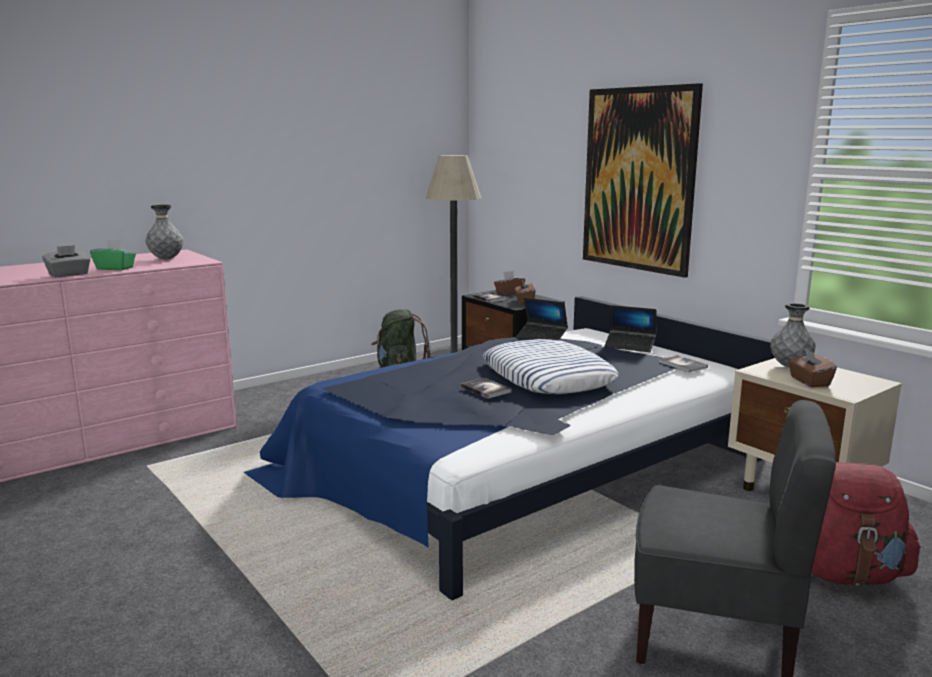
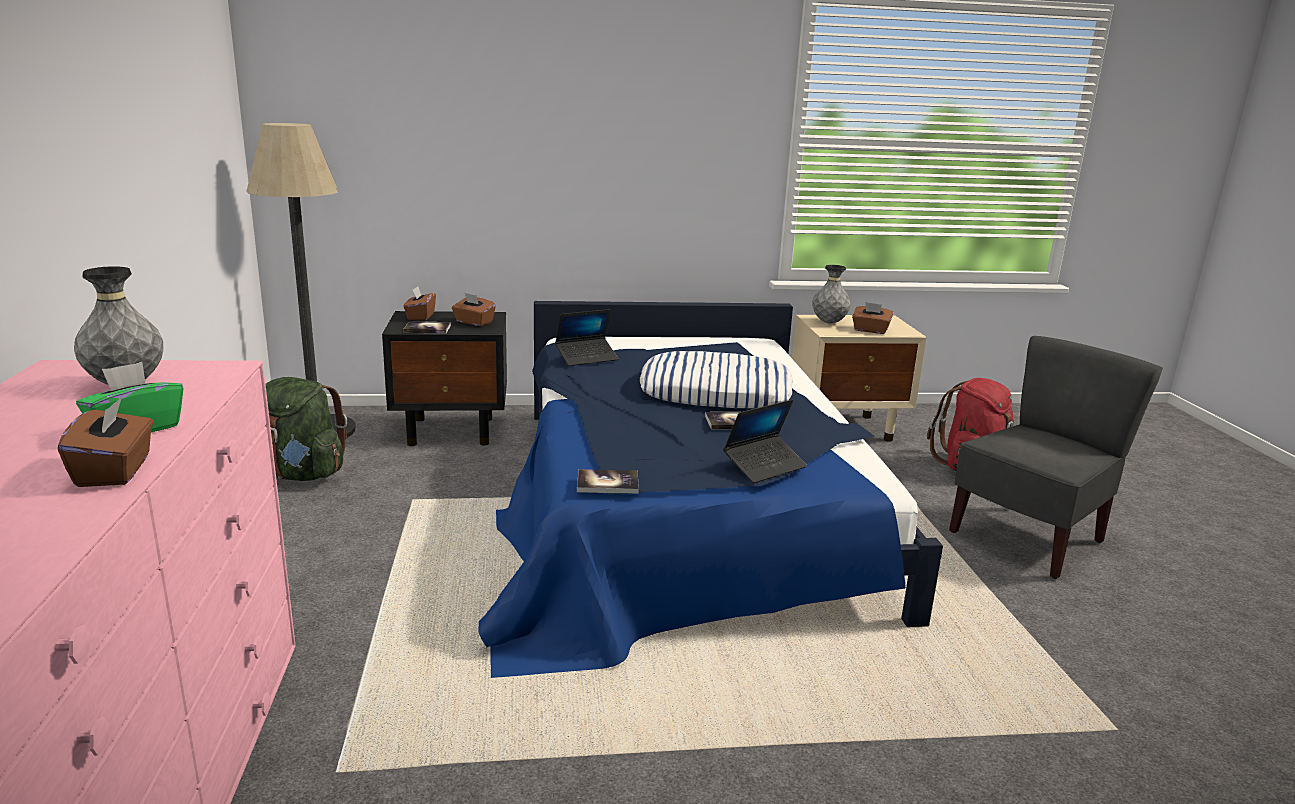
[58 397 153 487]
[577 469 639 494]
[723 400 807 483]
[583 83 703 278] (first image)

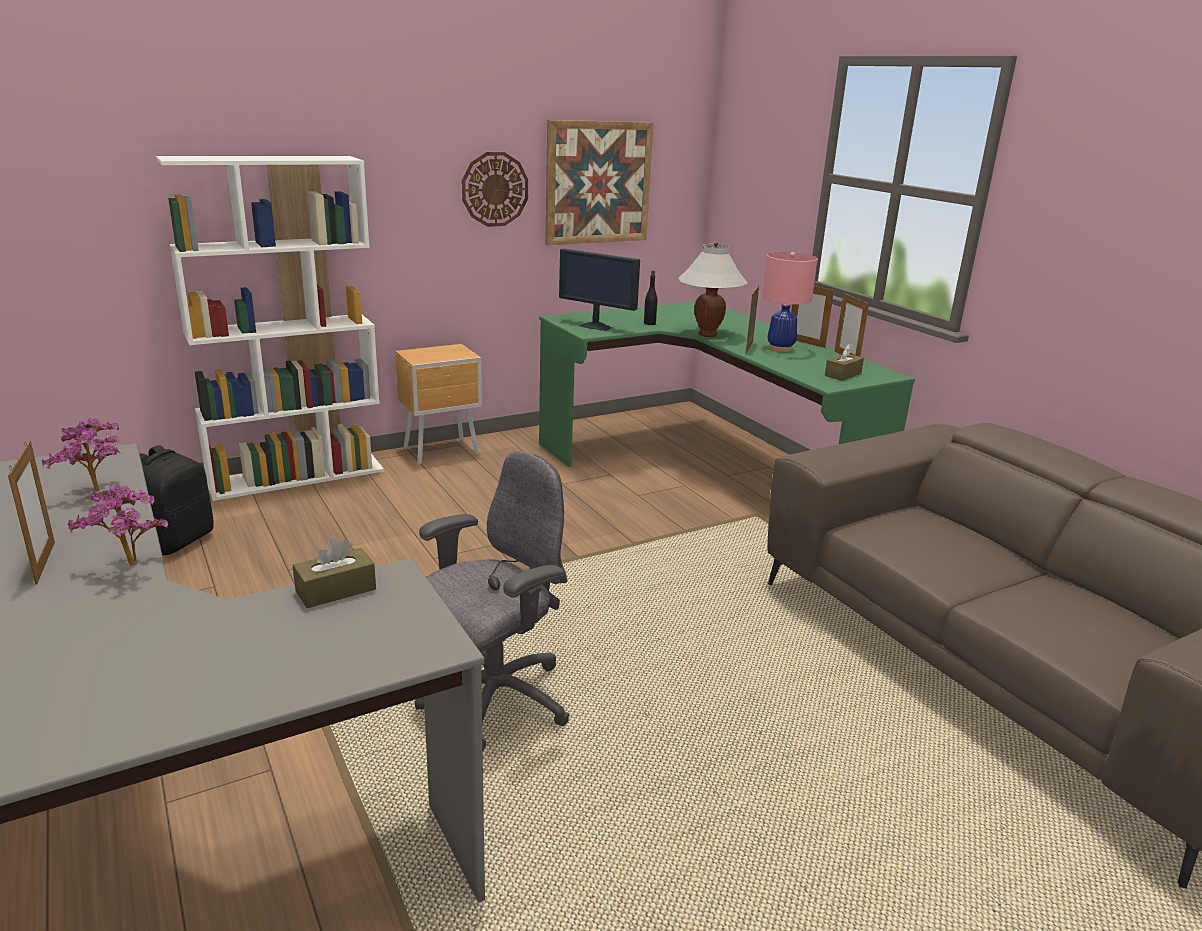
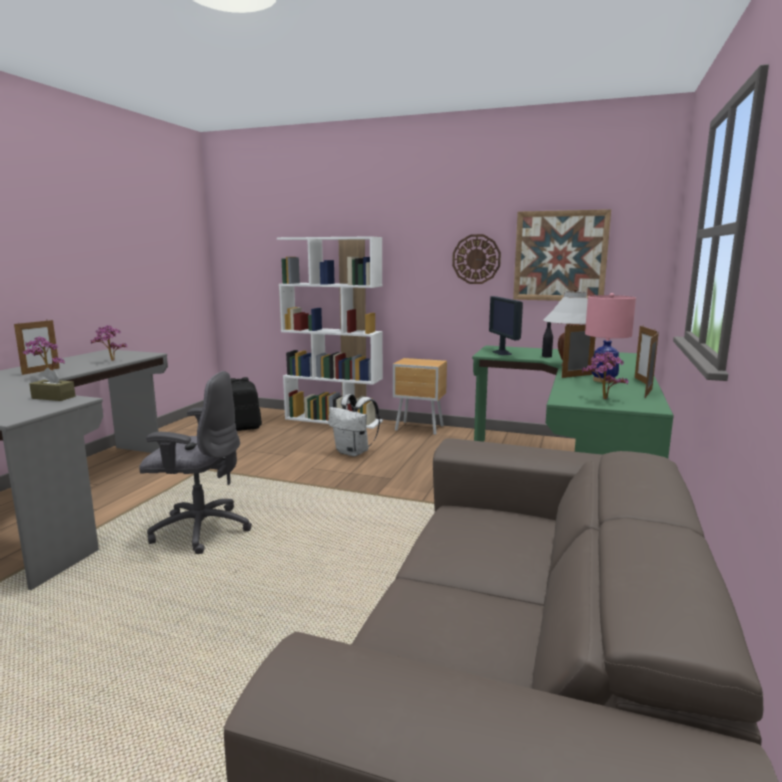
[328 394 380 457]
[582 351 628 399]

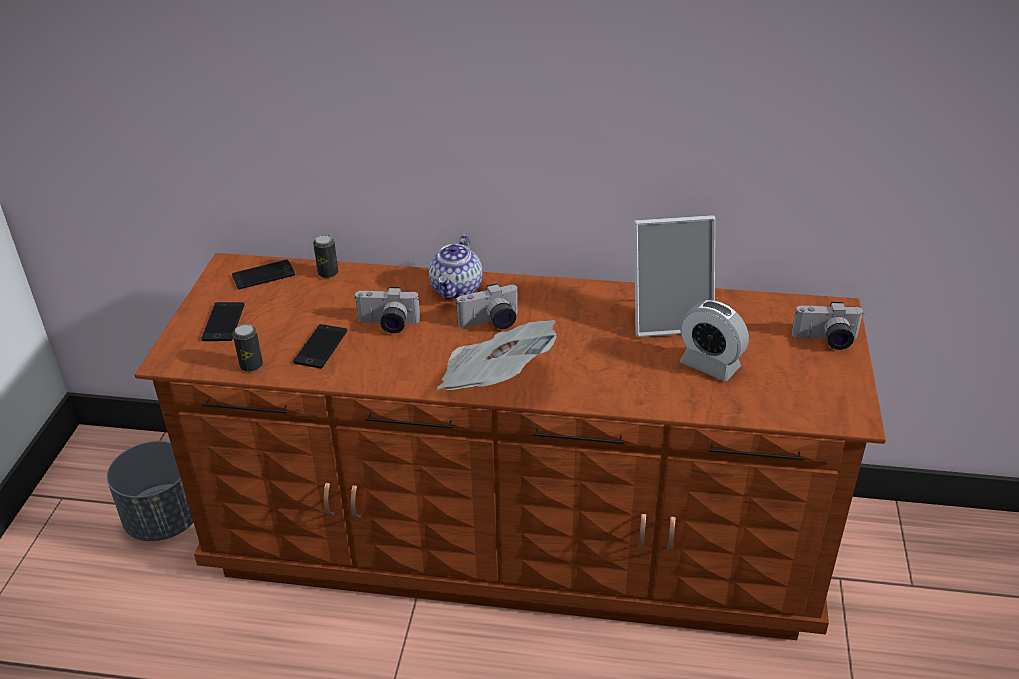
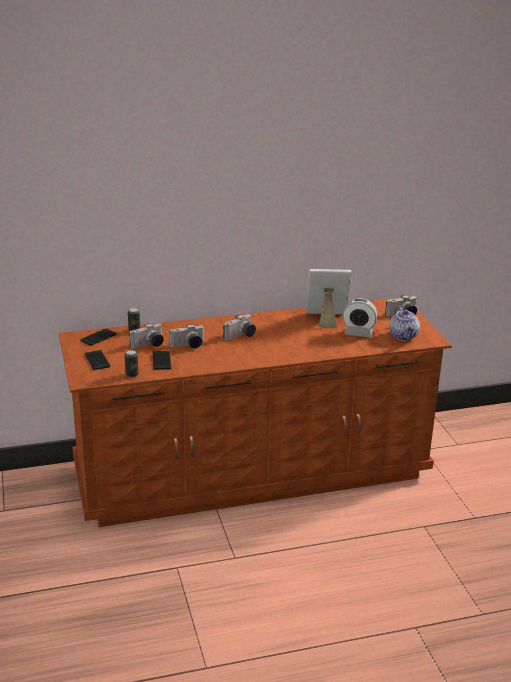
[129 323 164 349]
[306 269 351 327]
[389 306 420 341]
[107 441 194 541] (first image)
[437 320 557 390] (first image)

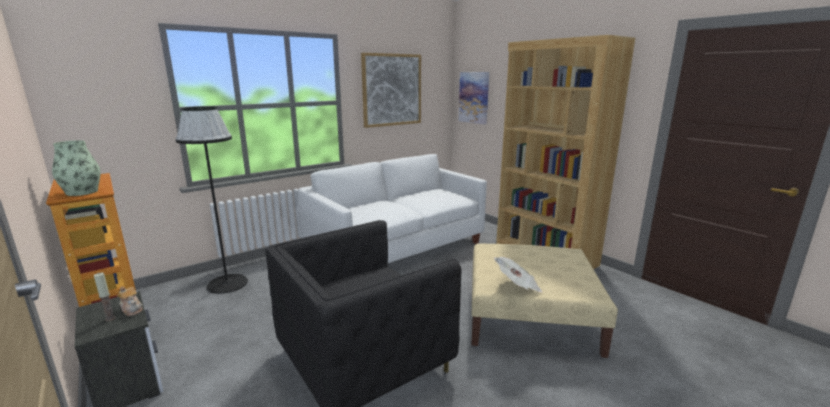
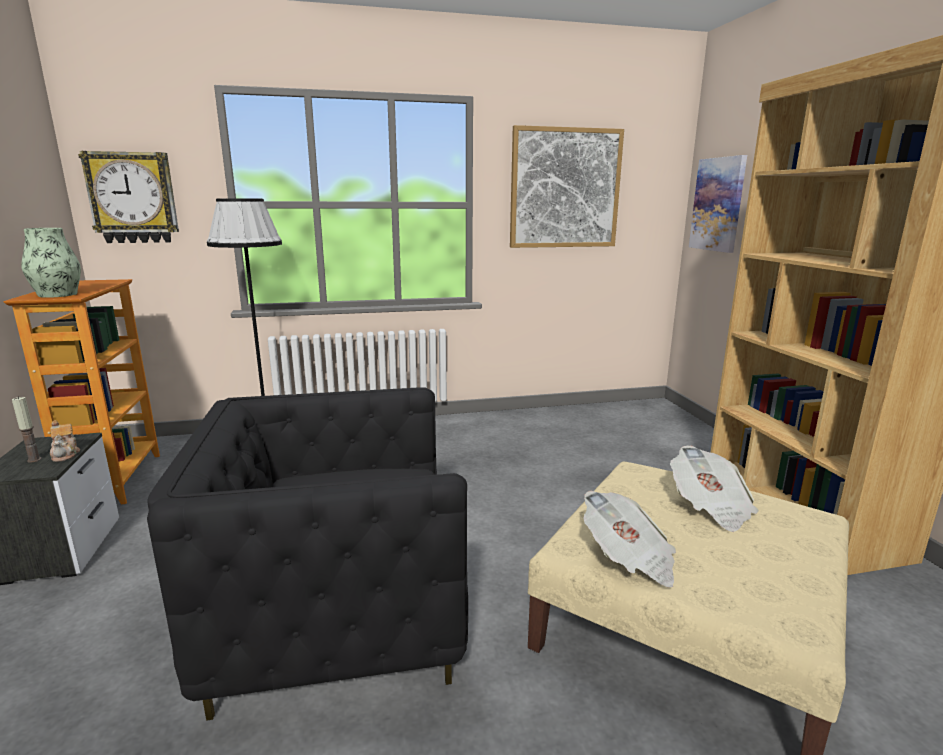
[78 151 179 243]
[670 445 759 532]
[298 154 487 263] (first image)

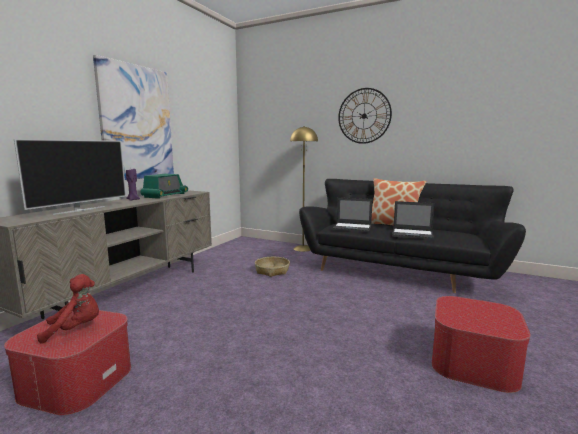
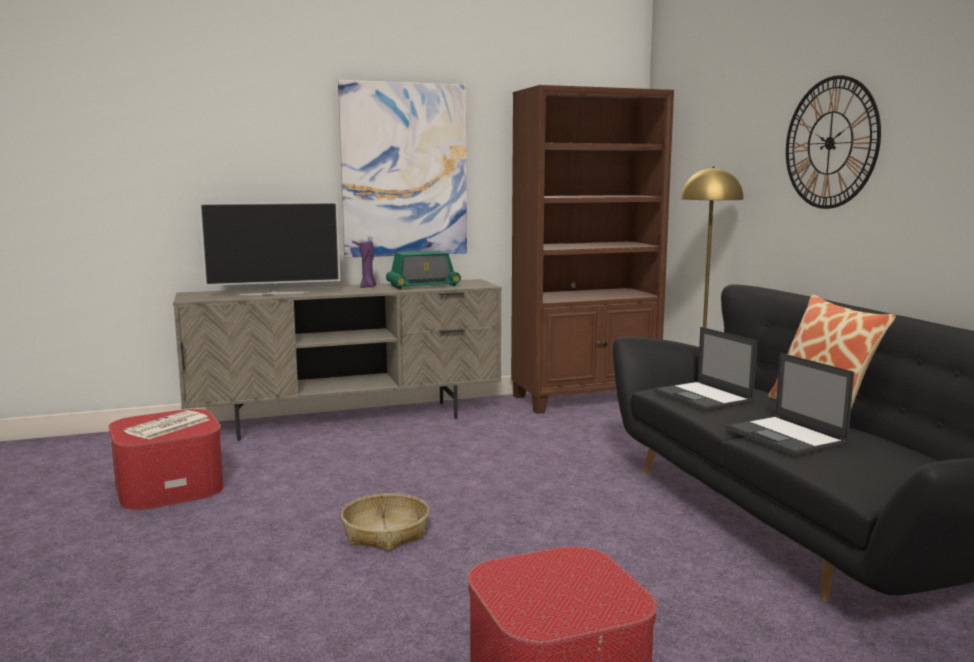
[124 410 209 440]
[341 493 429 551]
[511 85 674 414]

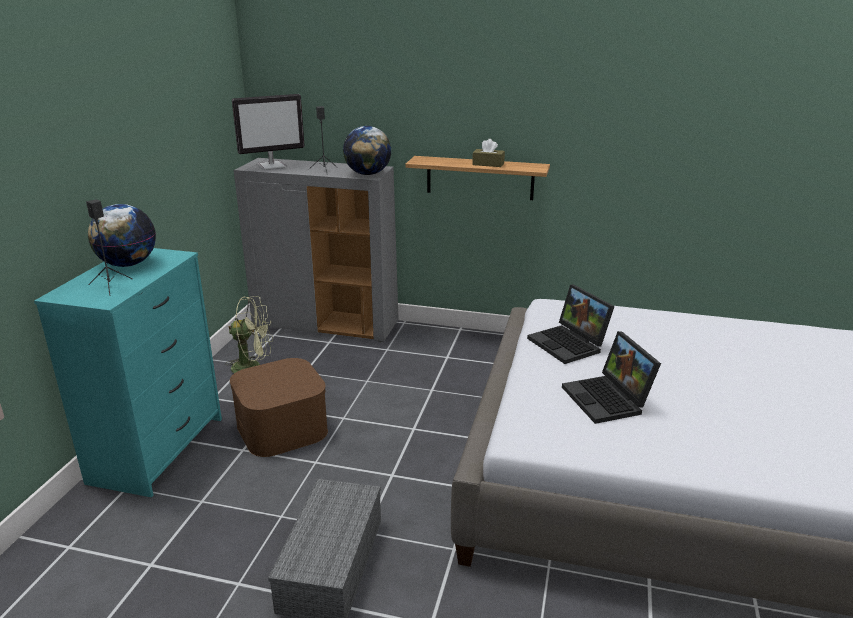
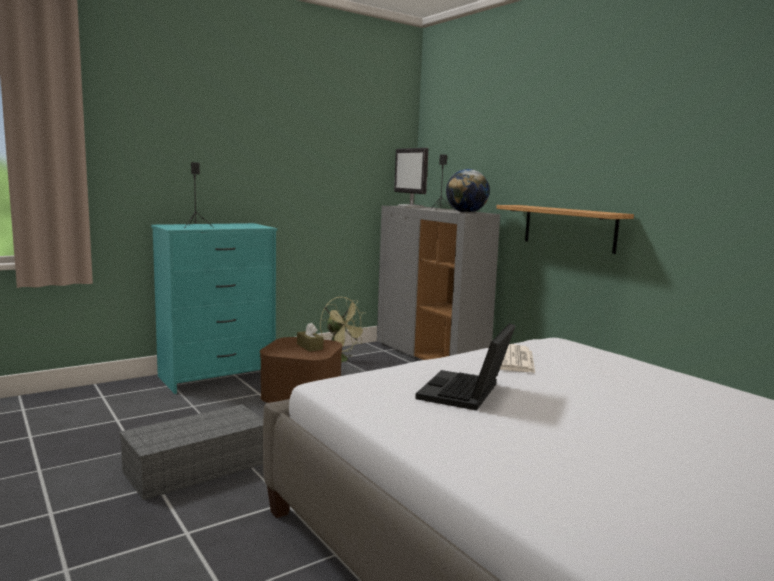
[297 323 323 352]
[394 148 428 207]
[500 344 535 373]
[88 204 156 267] (first image)

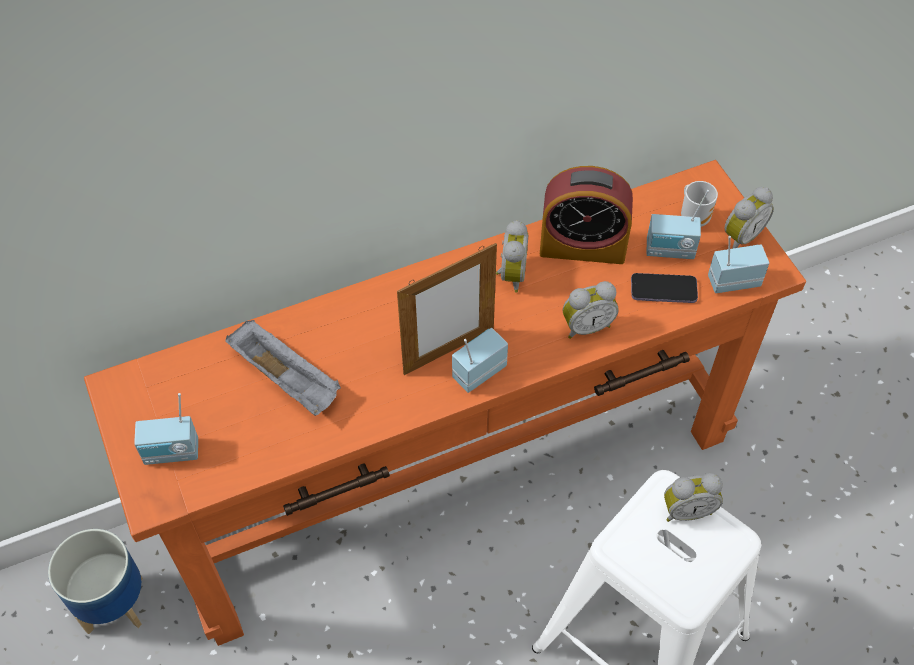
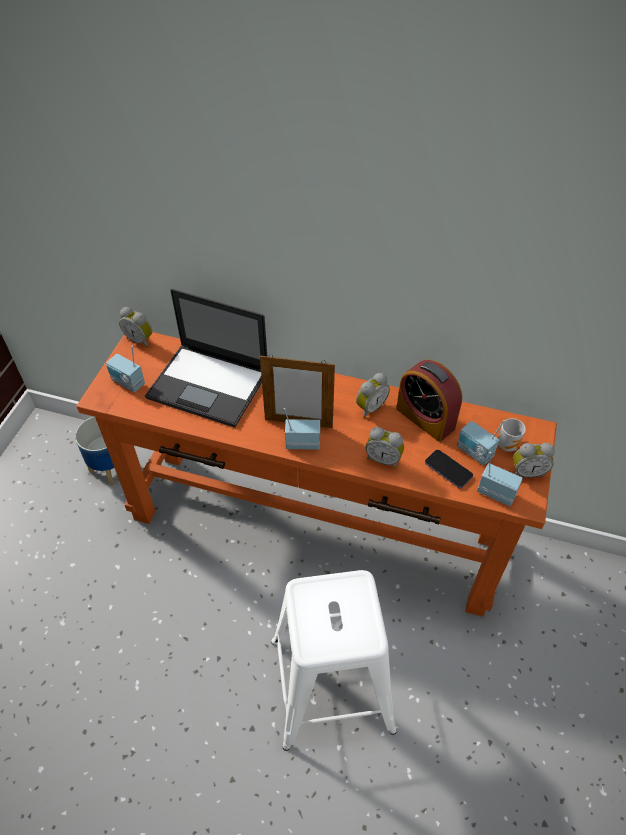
[119 307 152 348]
[145 289 267 428]

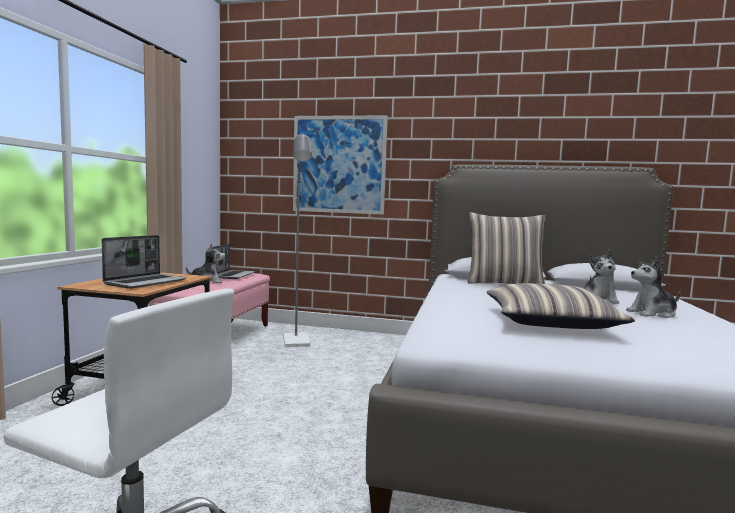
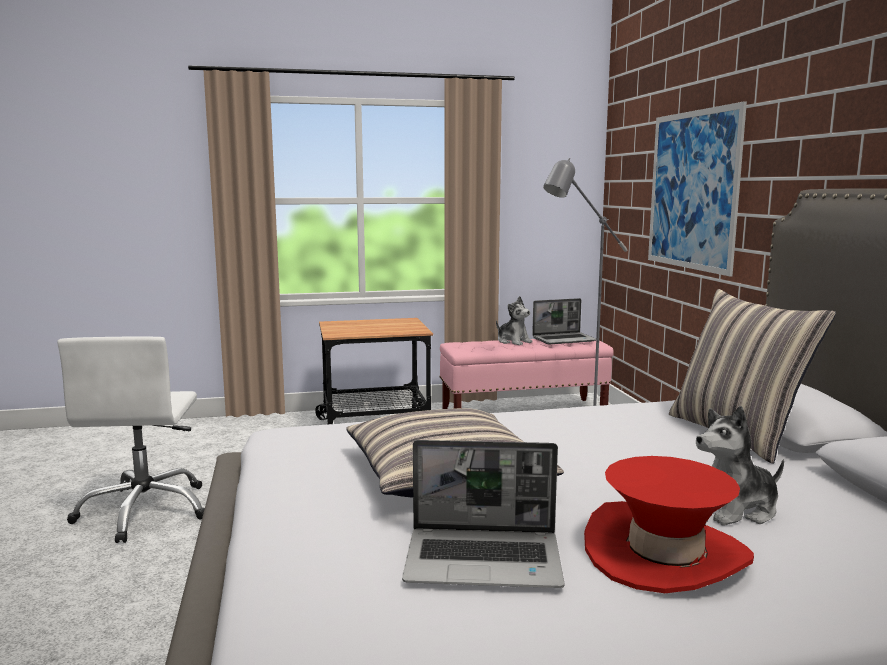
[402 440 564 588]
[584 456 754 593]

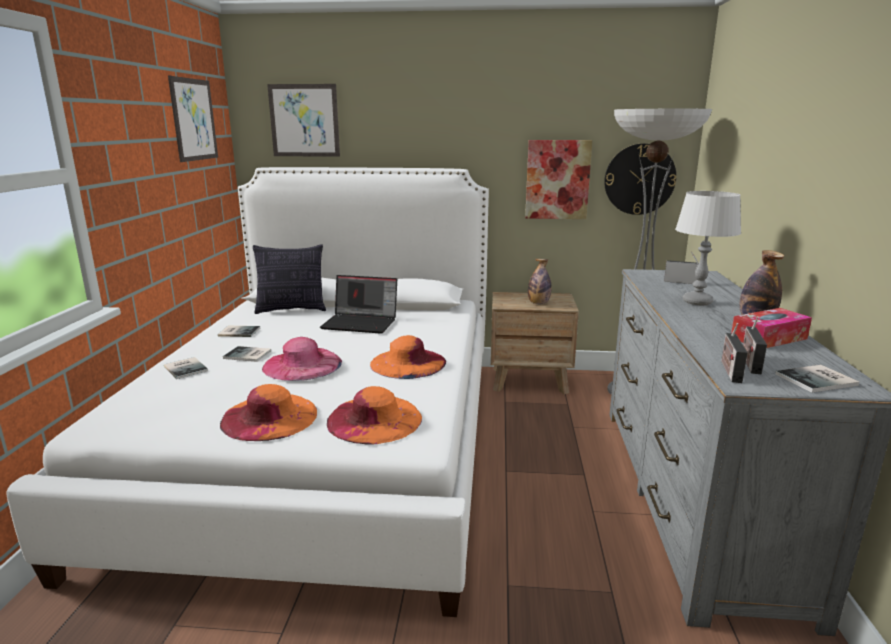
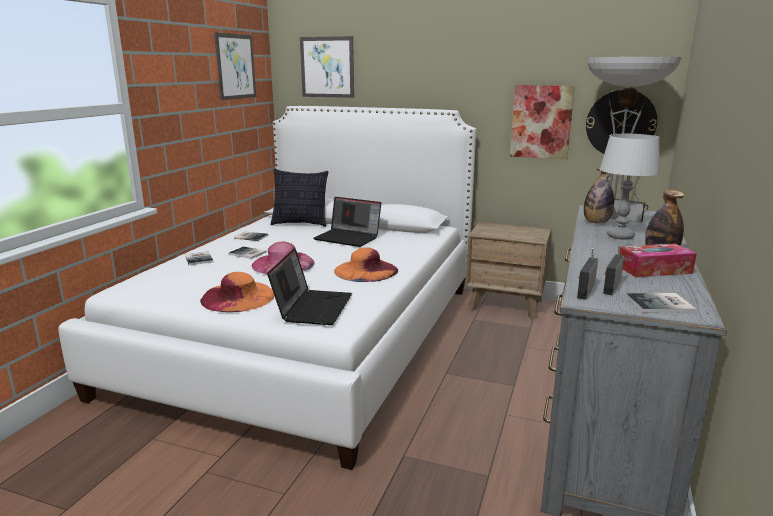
[267 248 352 325]
[584 168 614 224]

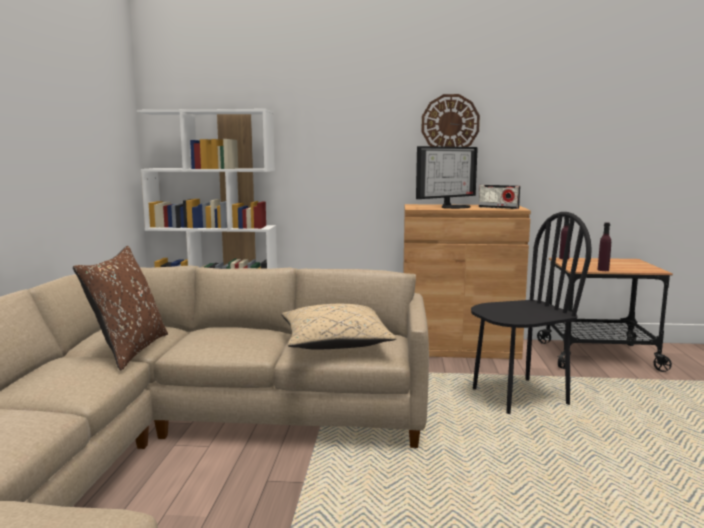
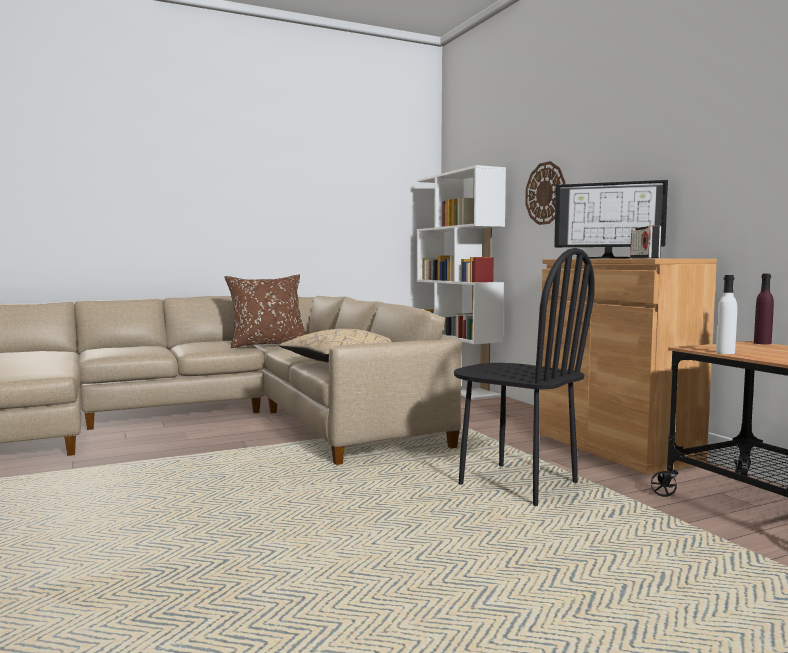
[525 161 565 225]
[716 275 737 354]

